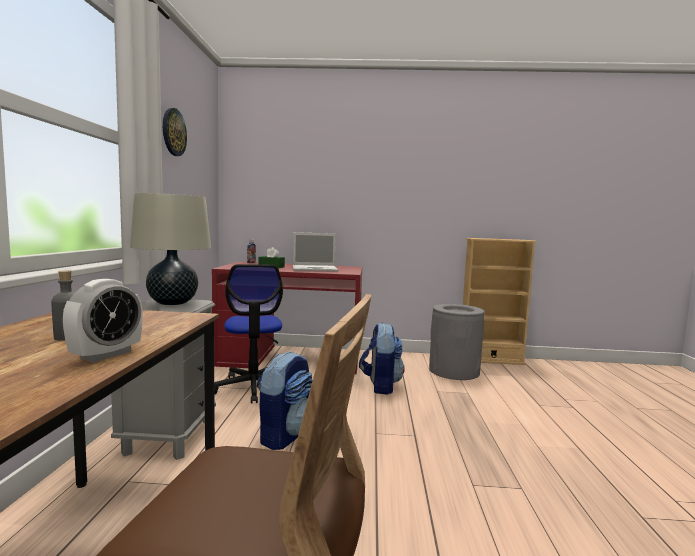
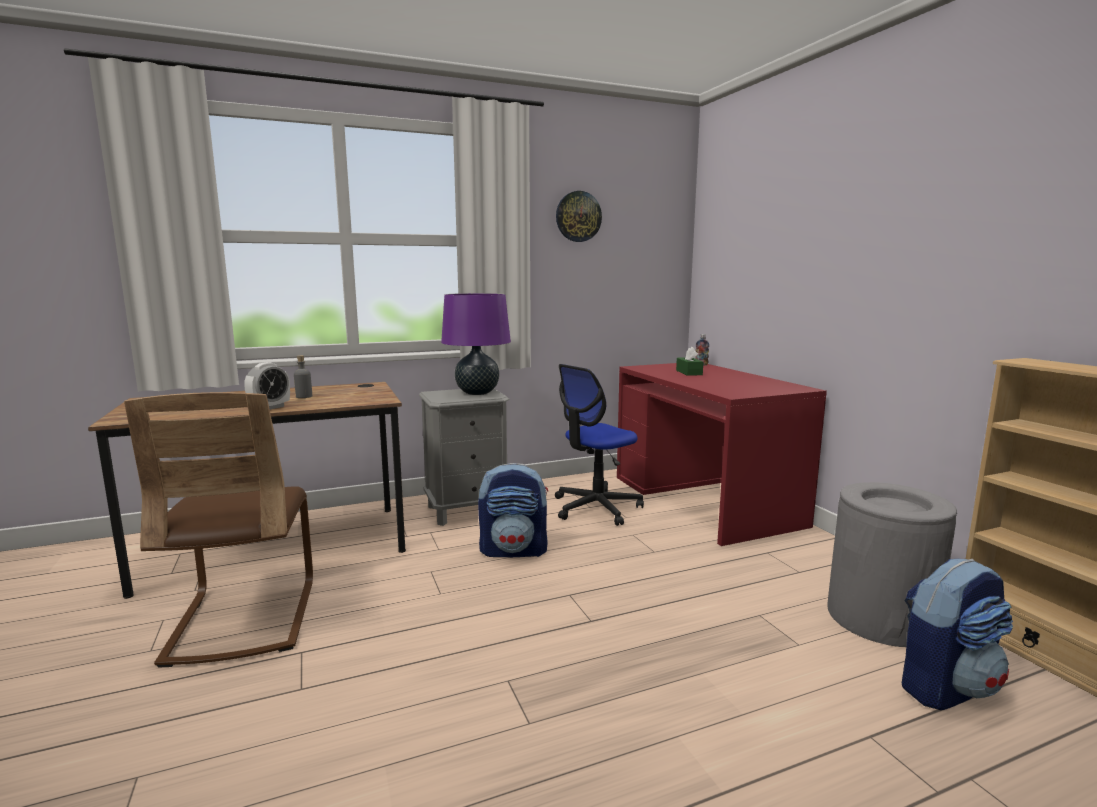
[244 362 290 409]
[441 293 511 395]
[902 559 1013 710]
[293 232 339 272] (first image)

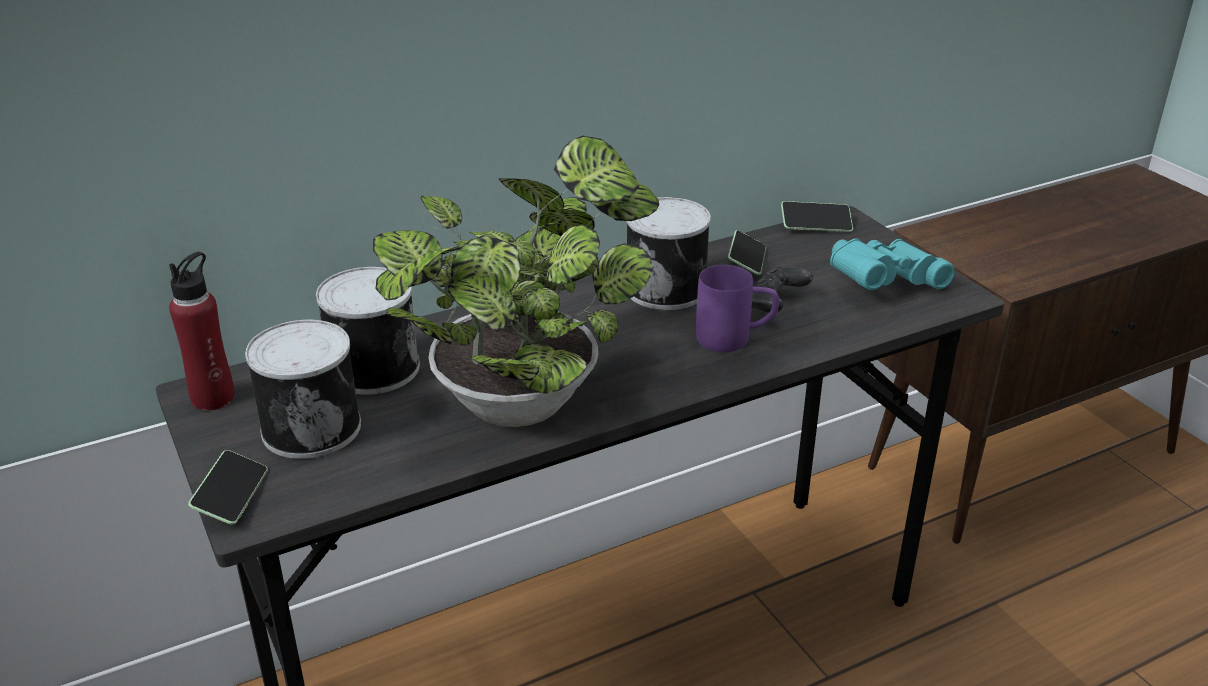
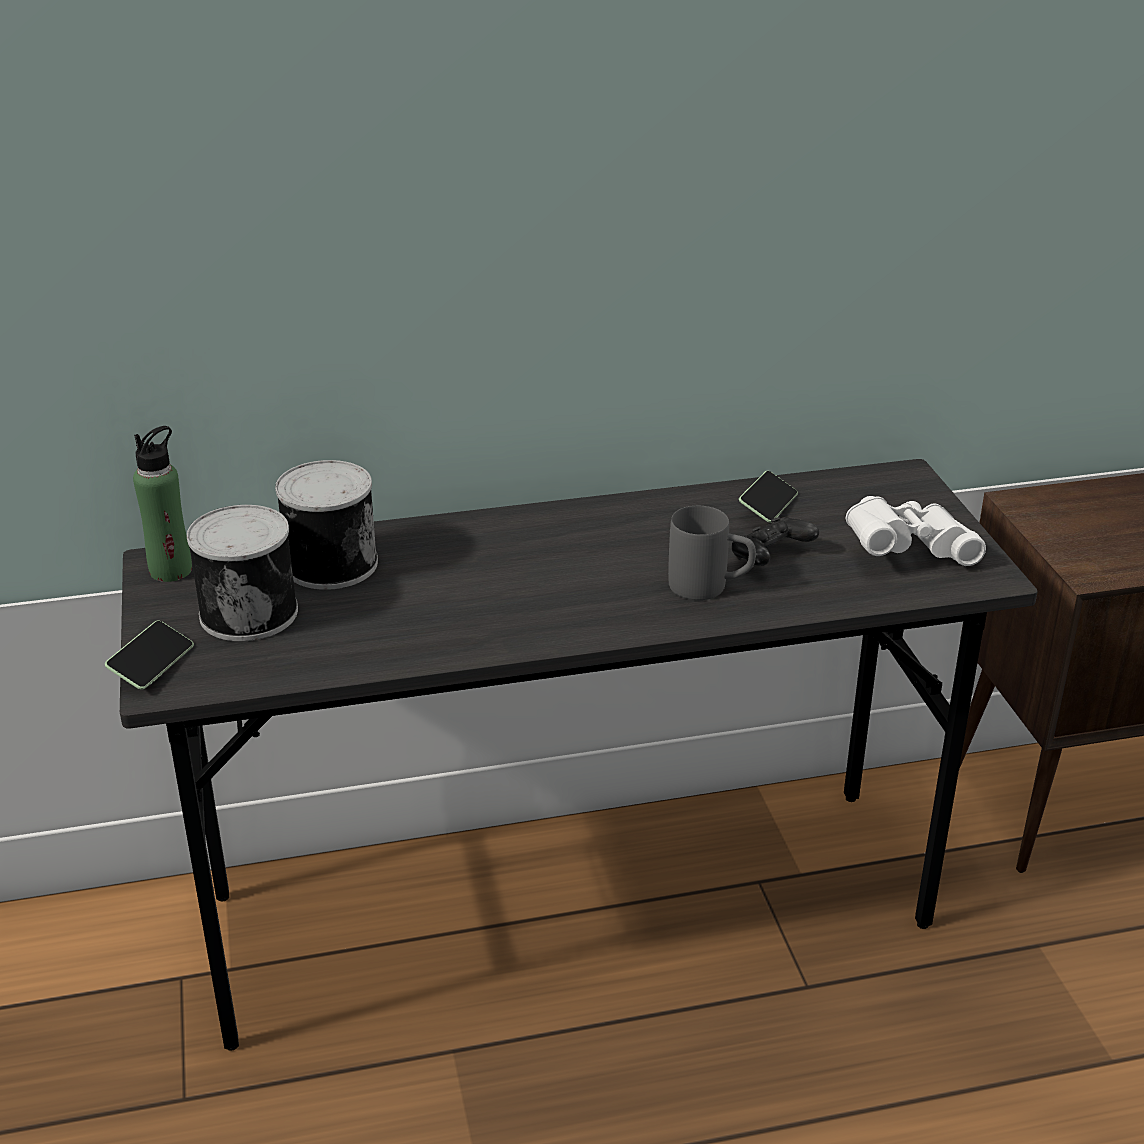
[133 426 192 582]
[668 506 756 600]
[846 496 986 566]
[373 136 659 427] (first image)
[626 197 711 310] (first image)
[781 201 853 232] (first image)

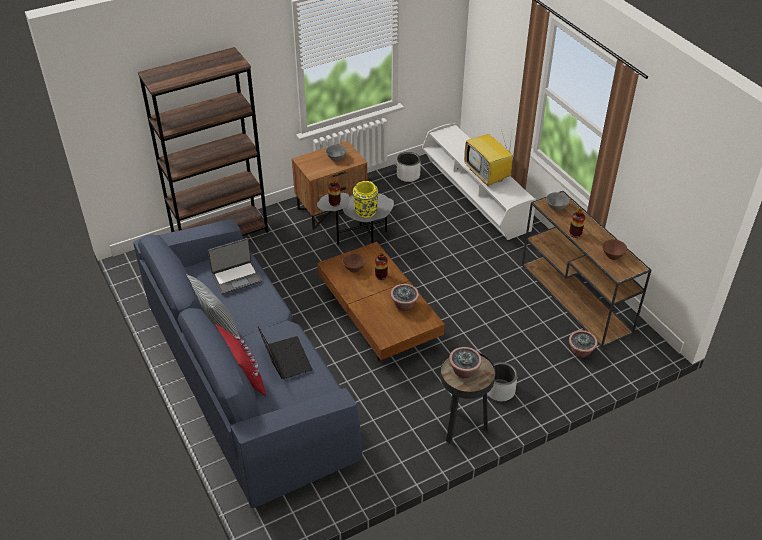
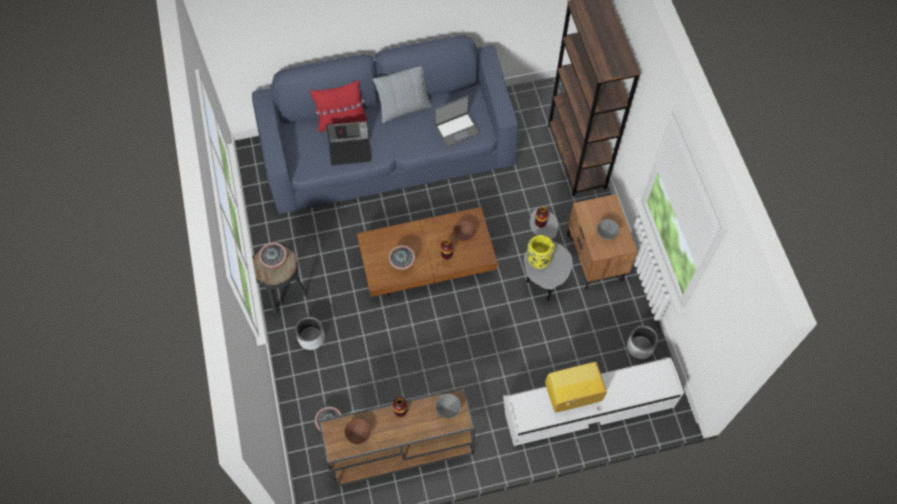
[434 96 480 147]

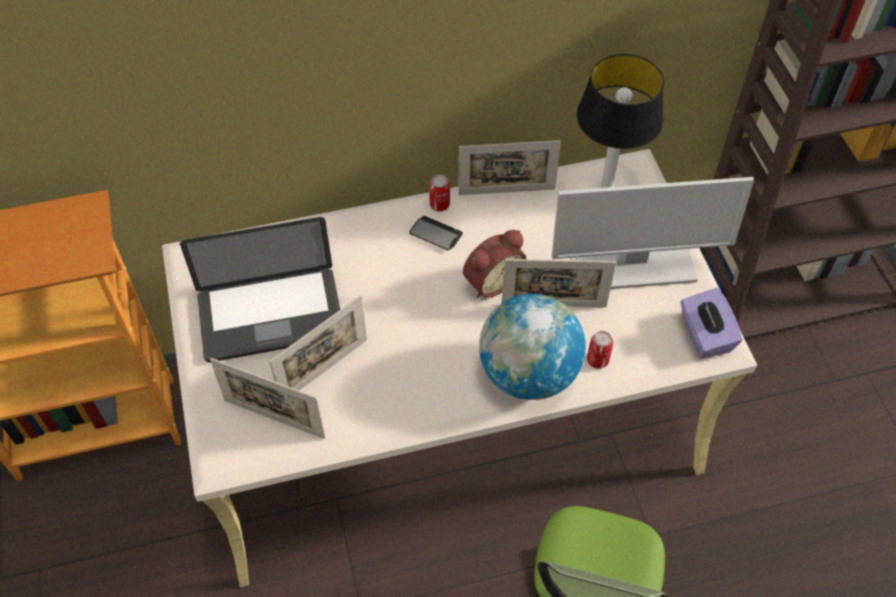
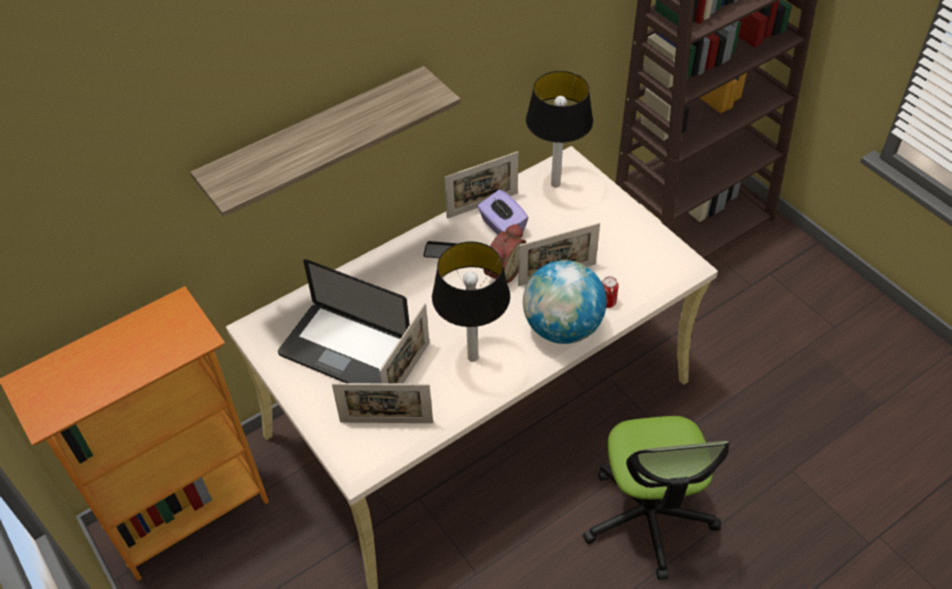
[191 66 461 217]
[278 259 410 383]
[432 241 510 362]
[478 190 528 235]
[429 175 450 211] (first image)
[552 177 754 289] (first image)

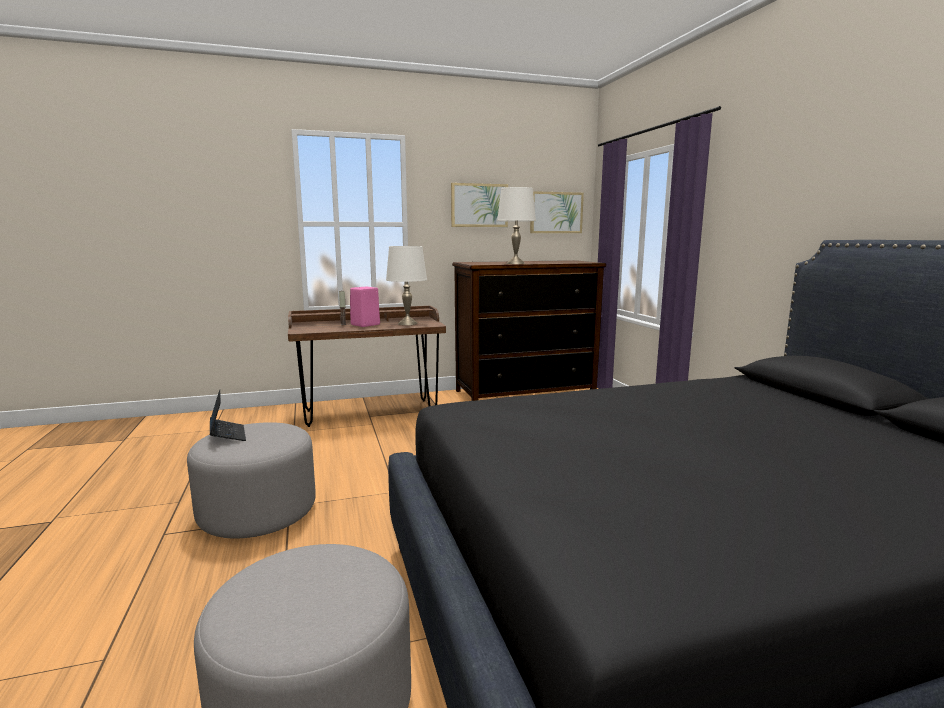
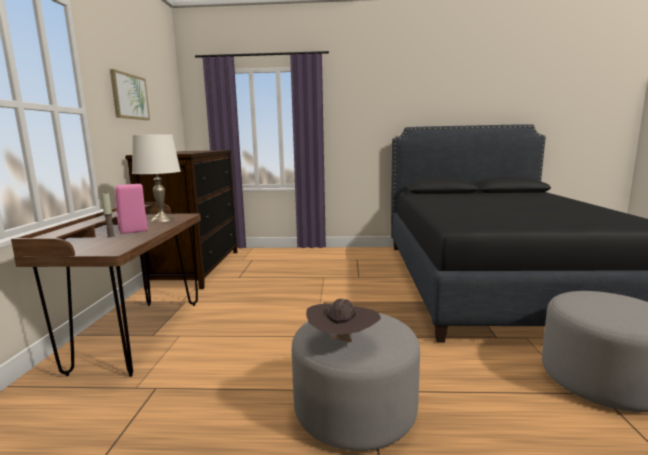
[306 298 381 342]
[497 187 536 264] (first image)
[530 191 584 233] (first image)

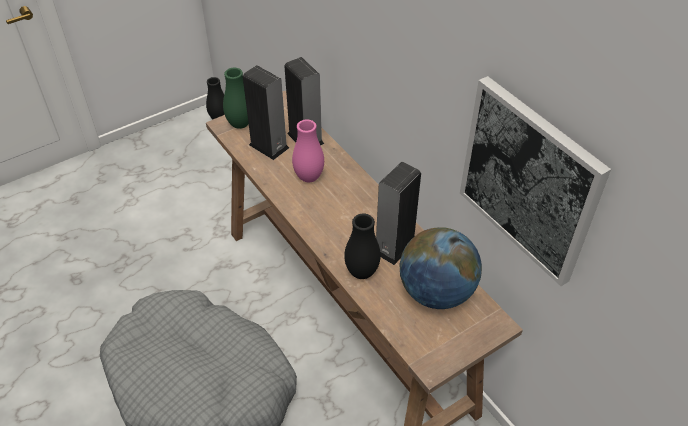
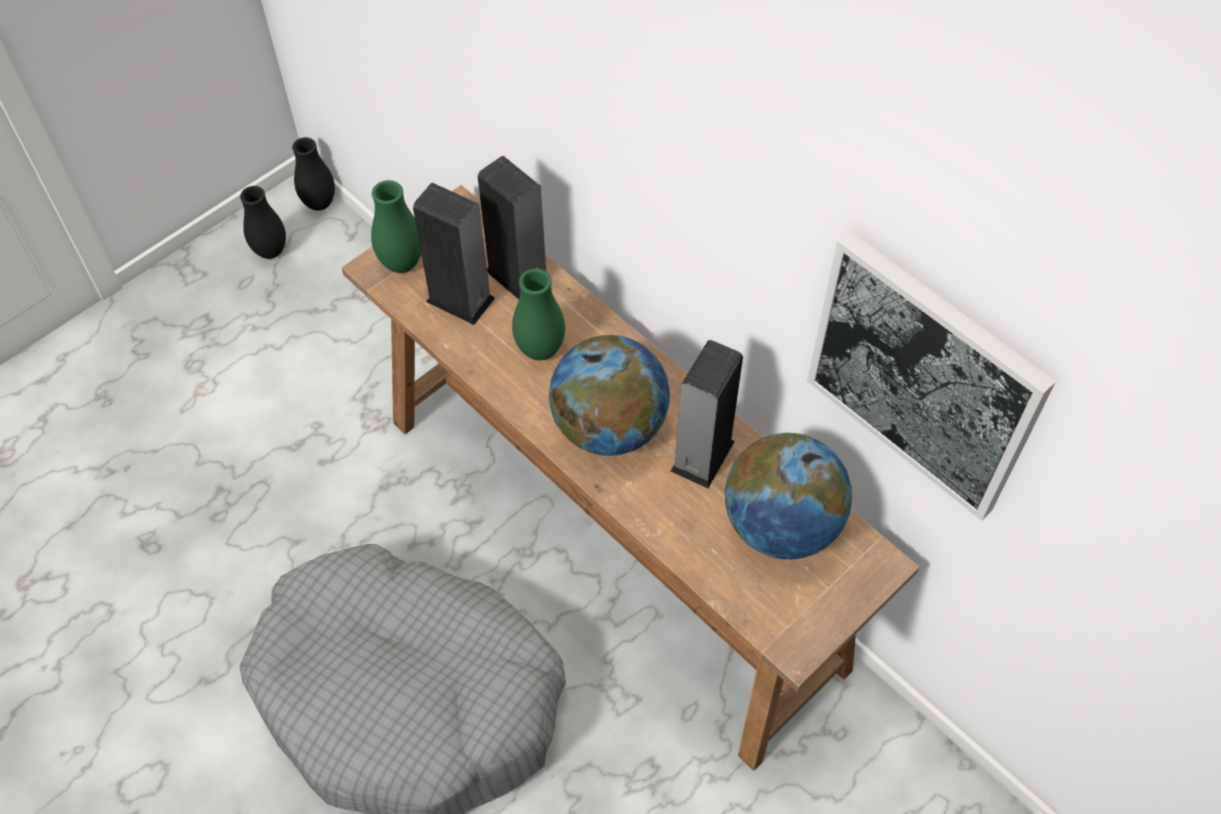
[240 186 286 259]
[512 268 565 360]
[549 335 670 456]

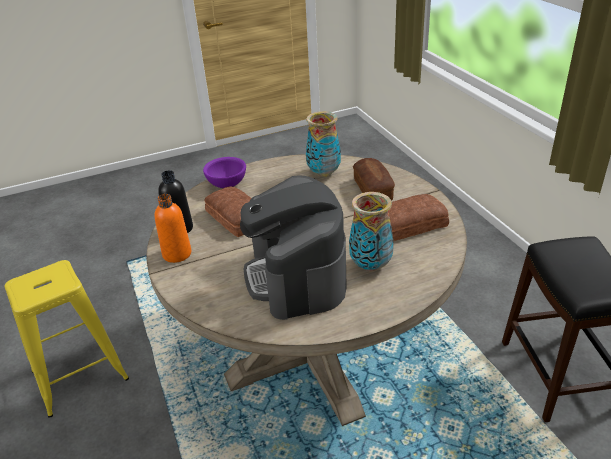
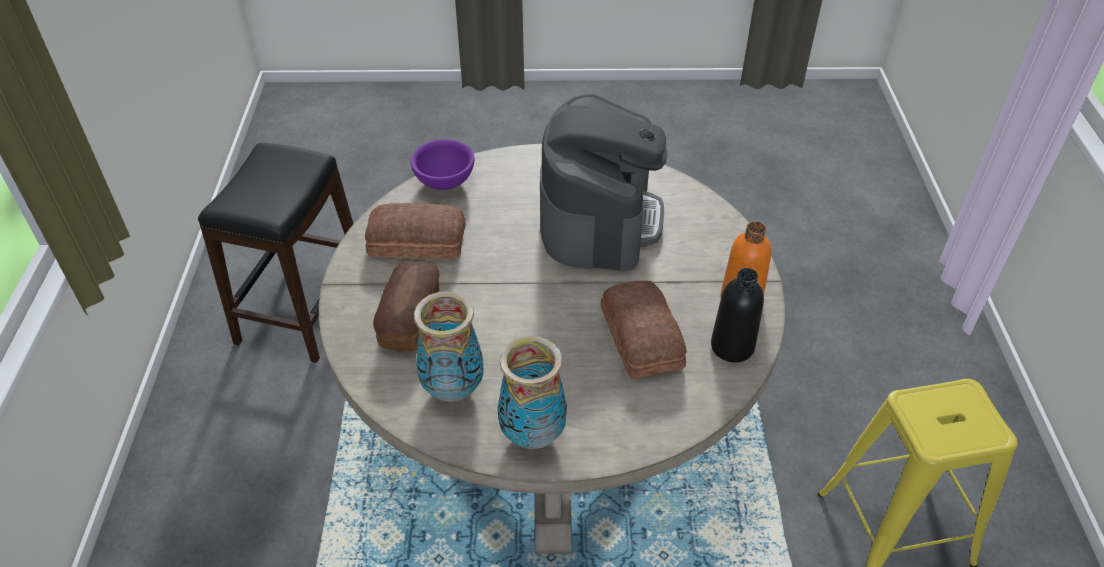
[410 139 474 190]
[497 336 567 449]

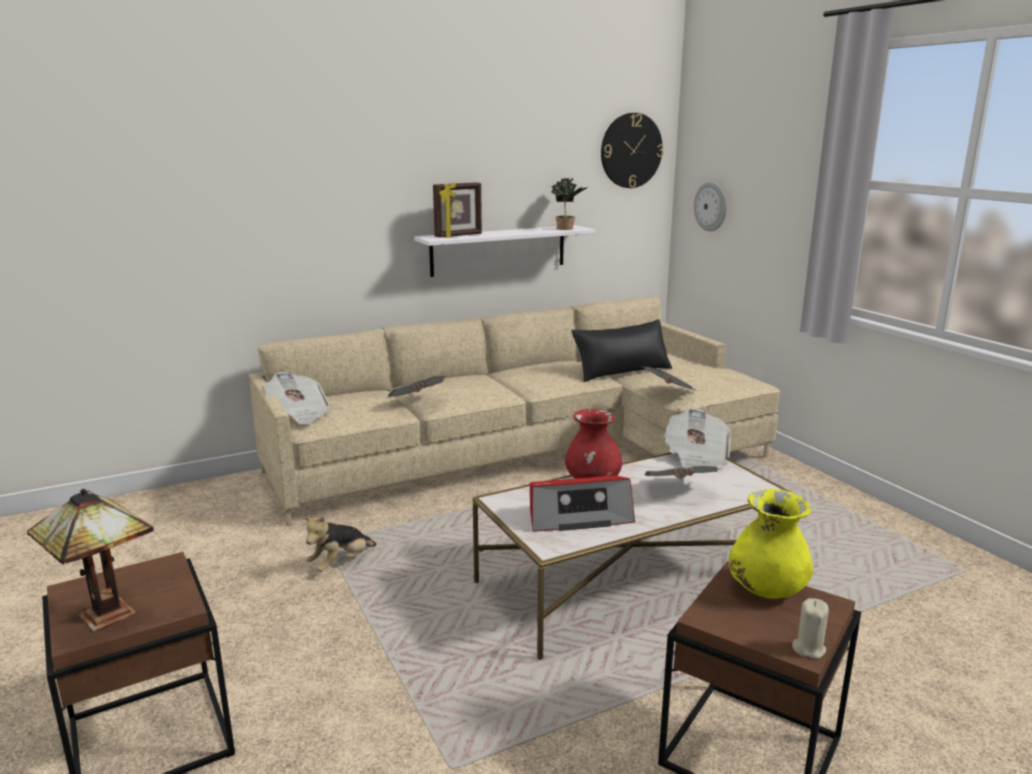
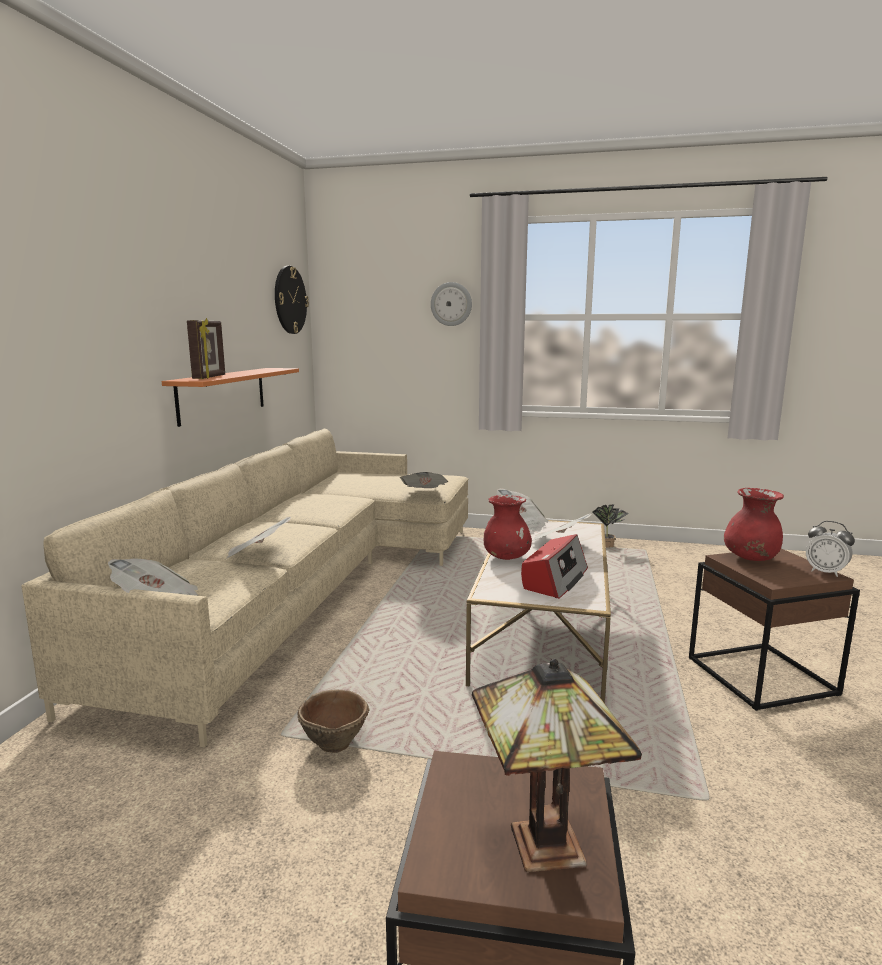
[162 368 299 427]
[297 690 369 753]
[431 282 472 326]
[592 505 629 547]
[724 488 784 561]
[806 521 855 577]
[571 319 672 382] (first image)

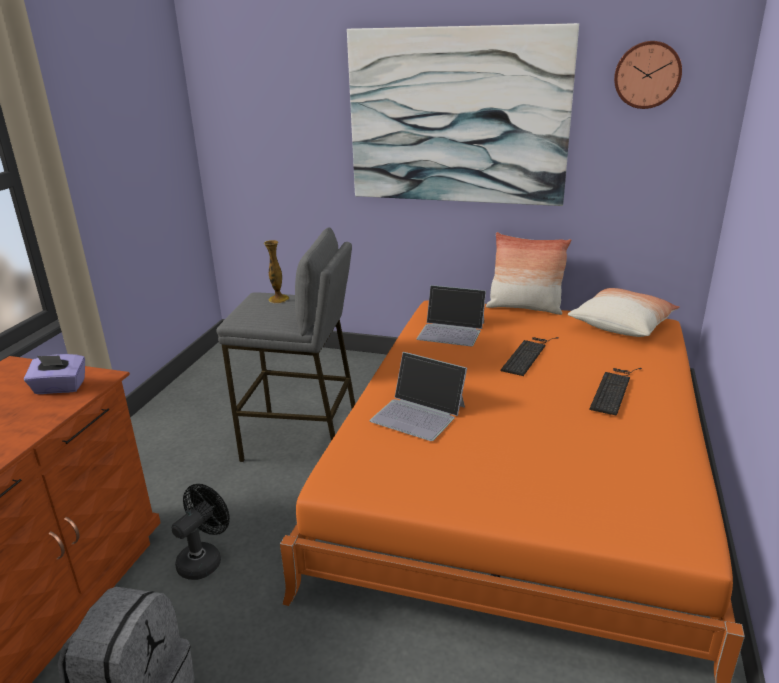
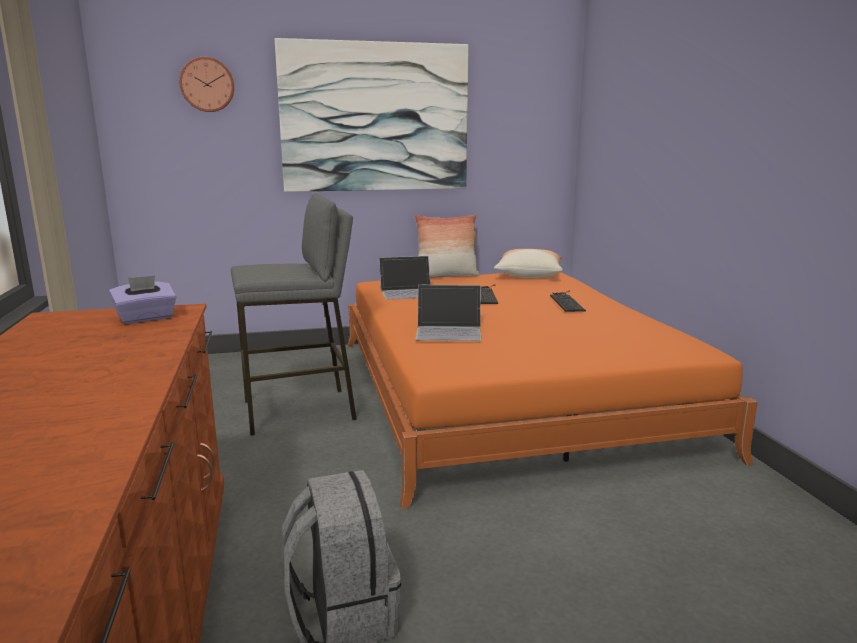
[179 57 235 112]
[172 484 230 580] (first image)
[264 240 289 303] (first image)

